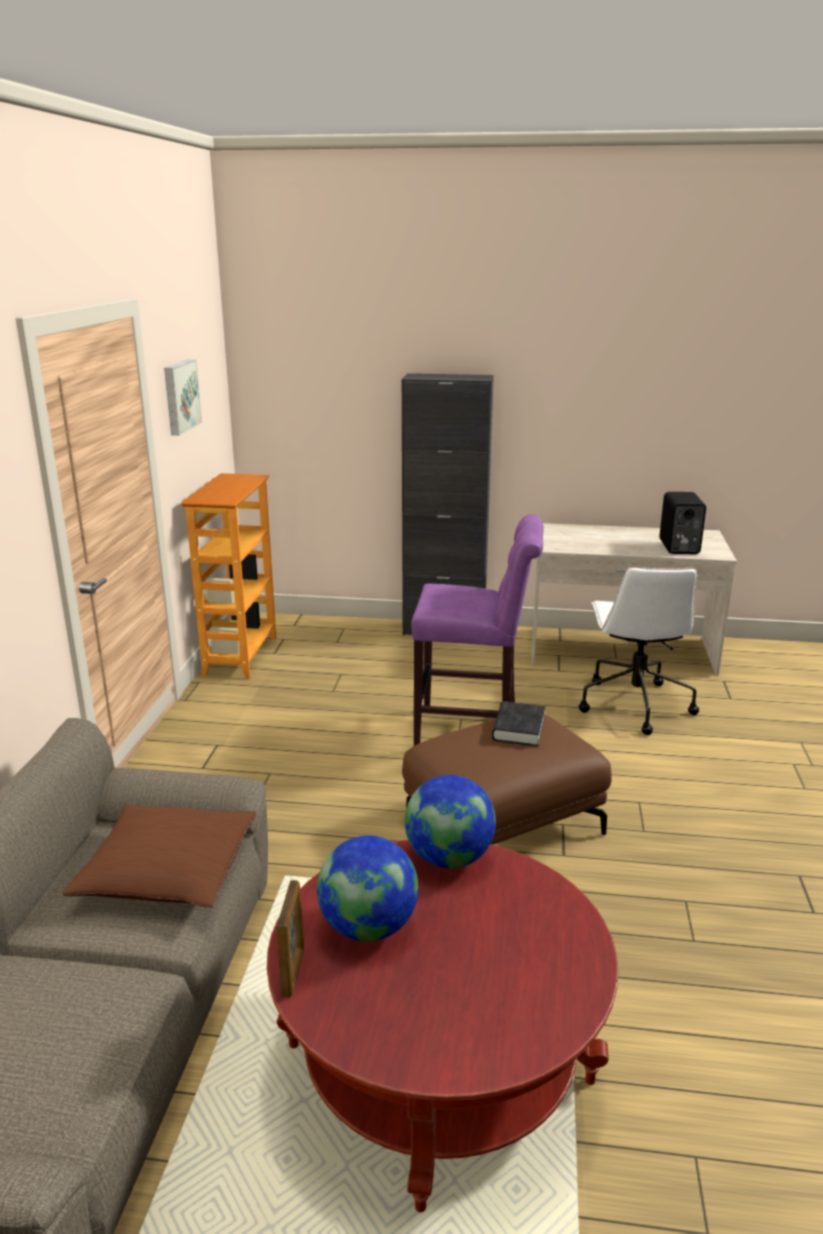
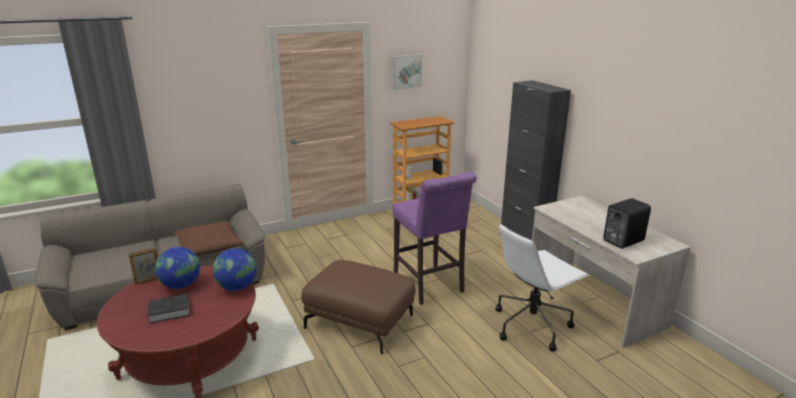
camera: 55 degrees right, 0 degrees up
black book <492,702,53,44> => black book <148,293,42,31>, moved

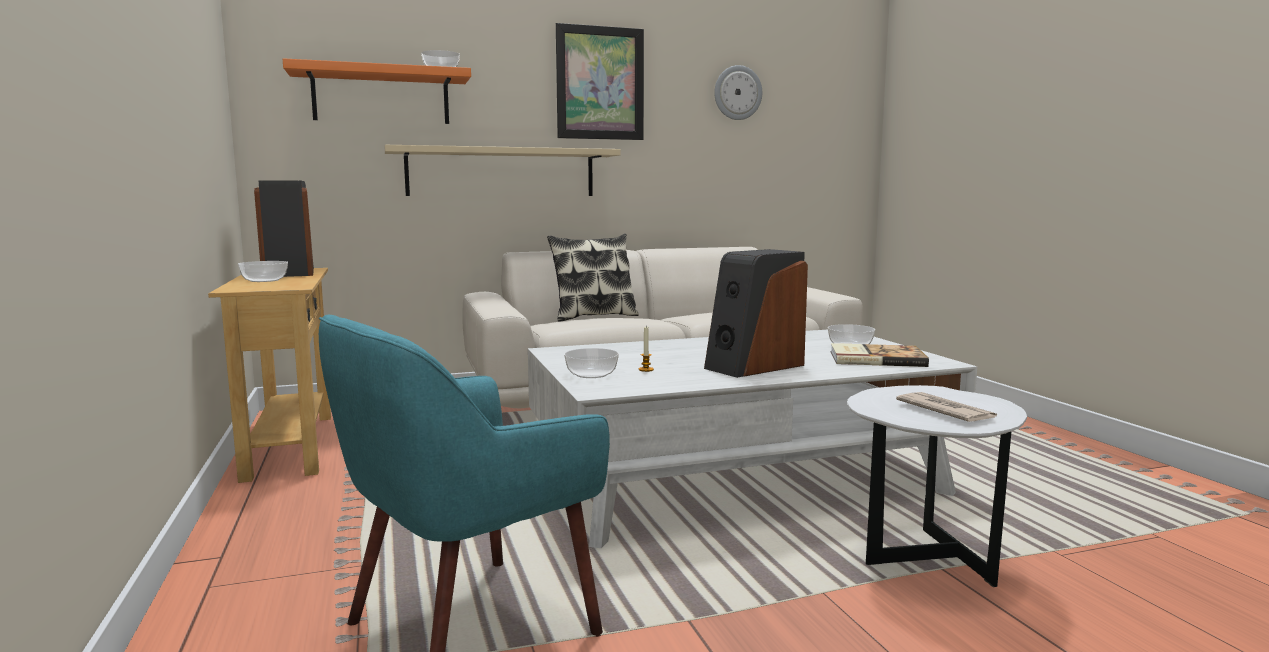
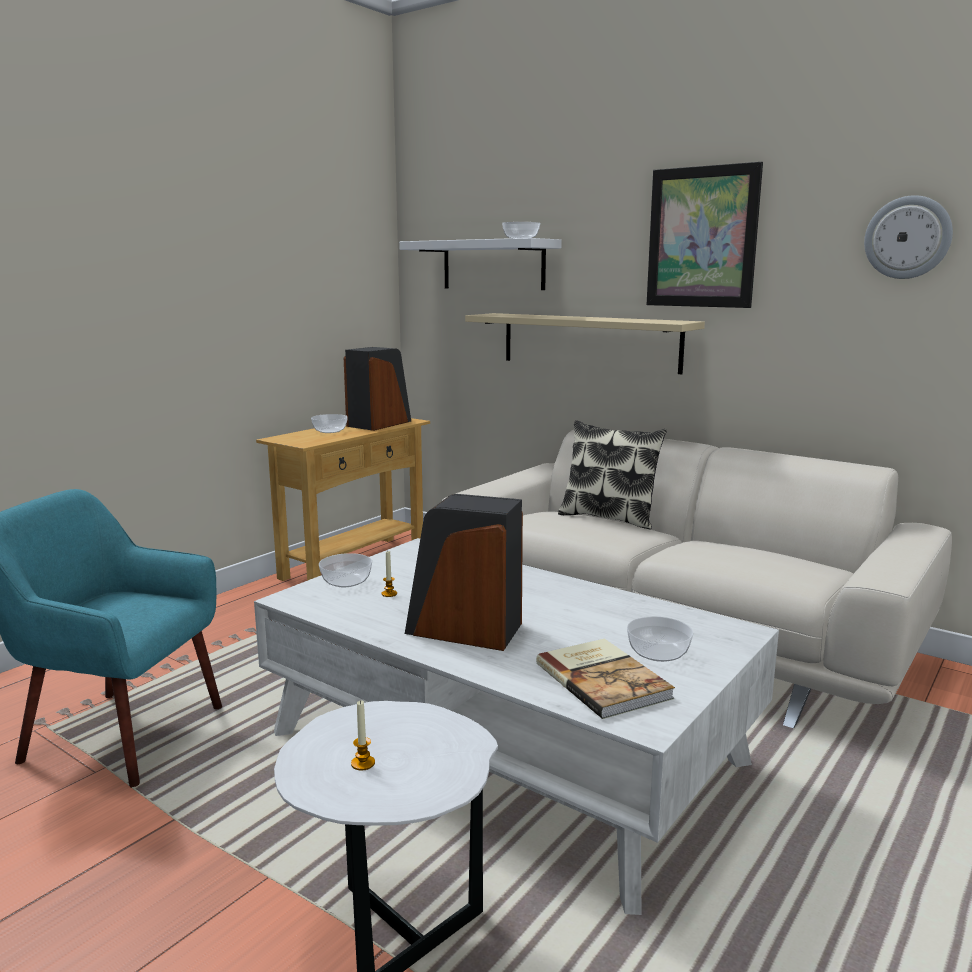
camera: 55 degrees right, 5 degrees up
orange shelf <283,58,188,66> => white shelf <399,238,163,52>
newspaper <896,392,102,30> => candle <351,700,24,70>

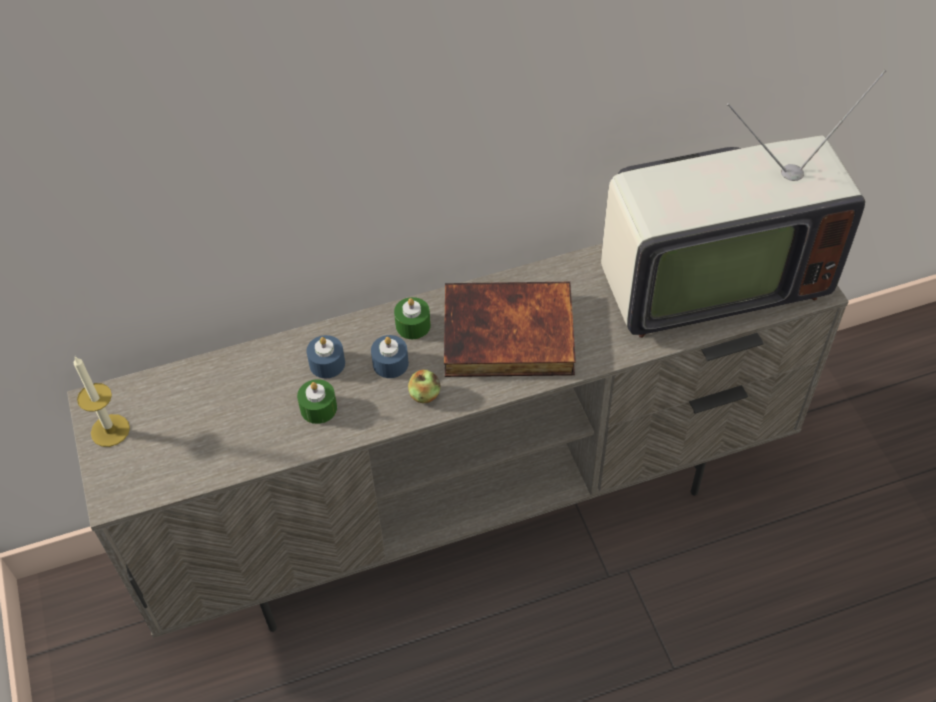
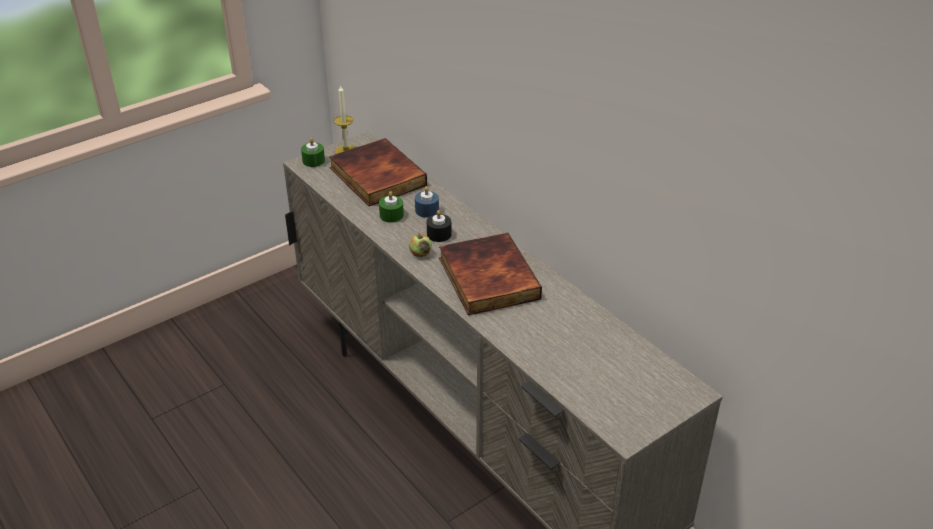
camera: 70 degrees right, 15 degrees down
blue candle <371,335,38,43> => black candle <427,210,25,32>
green candle <394,297,37,42> => green candle <301,138,24,29>, moved
television <601,70,285,268> => nothing
nothing => book <329,138,98,68>

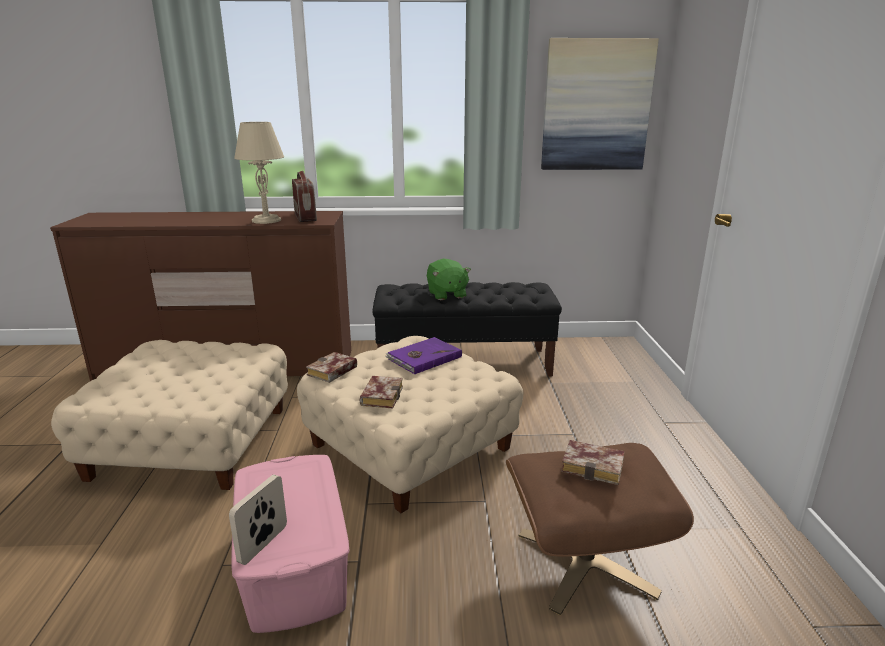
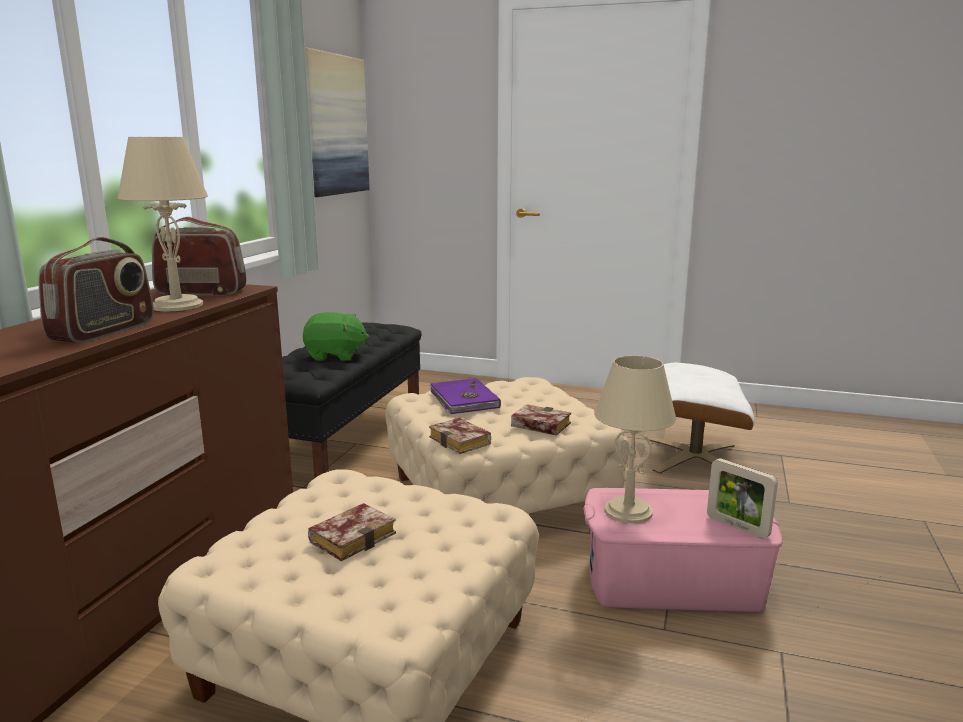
camera: 70 degrees left, 5 degrees down
brown ottoman <506,443,188,172> => white ottoman <649,363,106,111>
book <561,440,64,45> => book <308,503,88,58>, moved
nothing => radio <38,237,116,106>
nothing => beige table lamp <594,355,82,168>

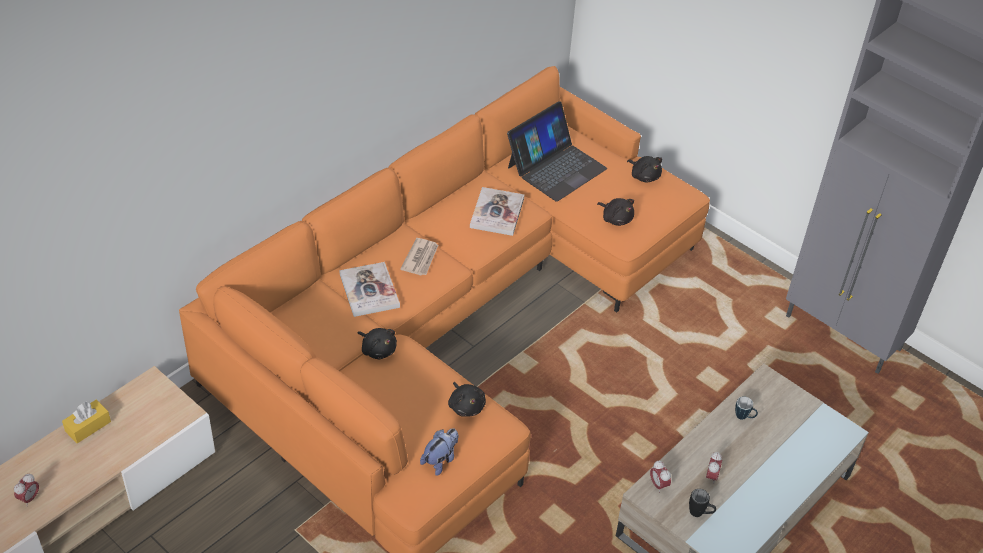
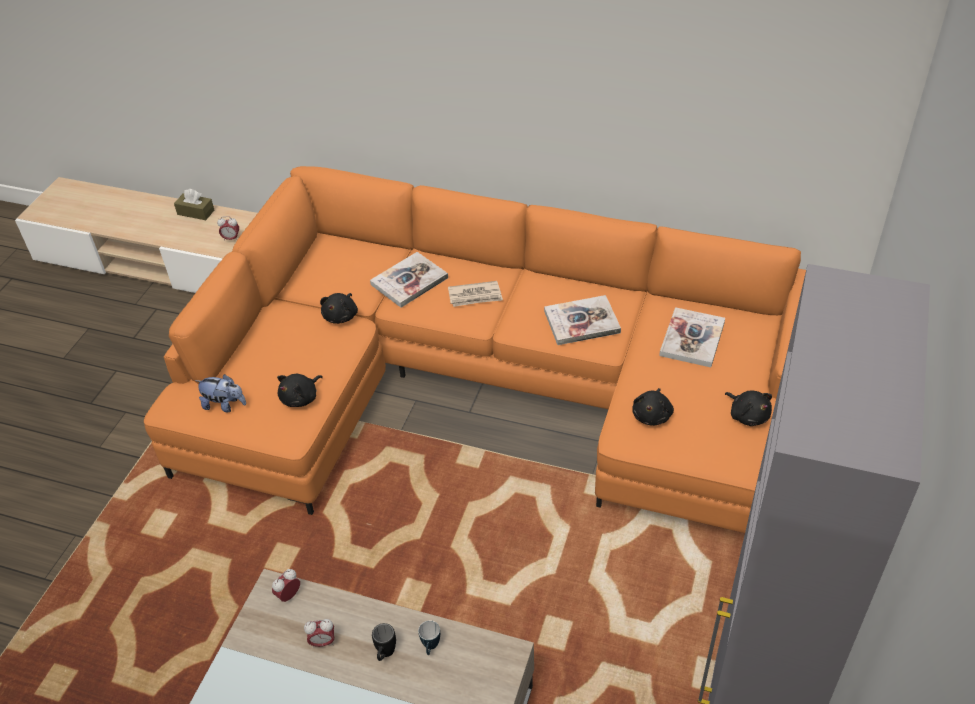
camera: 70 degrees right, 0 degrees up
alarm clock <14,473,25,31> => alarm clock <217,216,22,25>, moved
yellow tissue box <62,400,49,43> => brown tissue box <174,189,40,31>
laptop <507,101,100,101> => book <659,307,66,60>
black plush toy <627,156,35,26> => black plush toy <725,391,47,35>, 60 degrees counterclockwise
black mug <689,489,27,28> => black mug <372,623,24,38>, moved

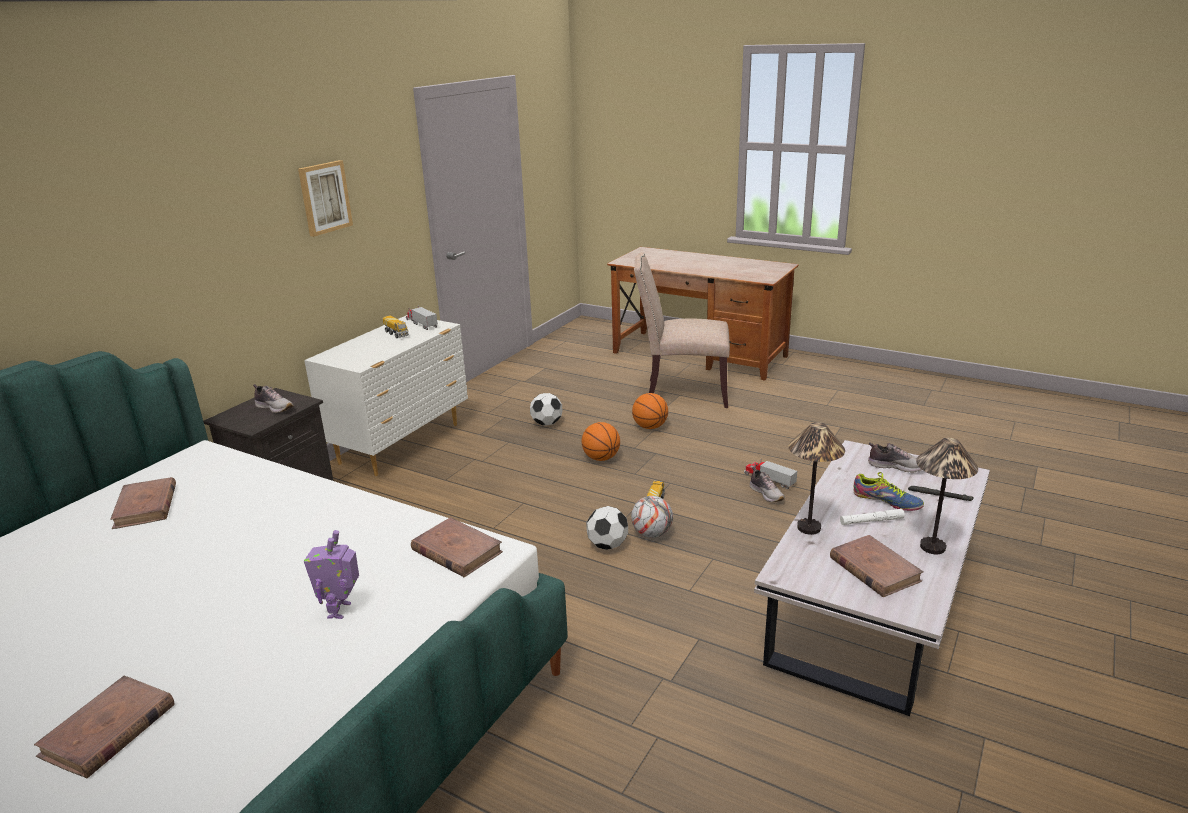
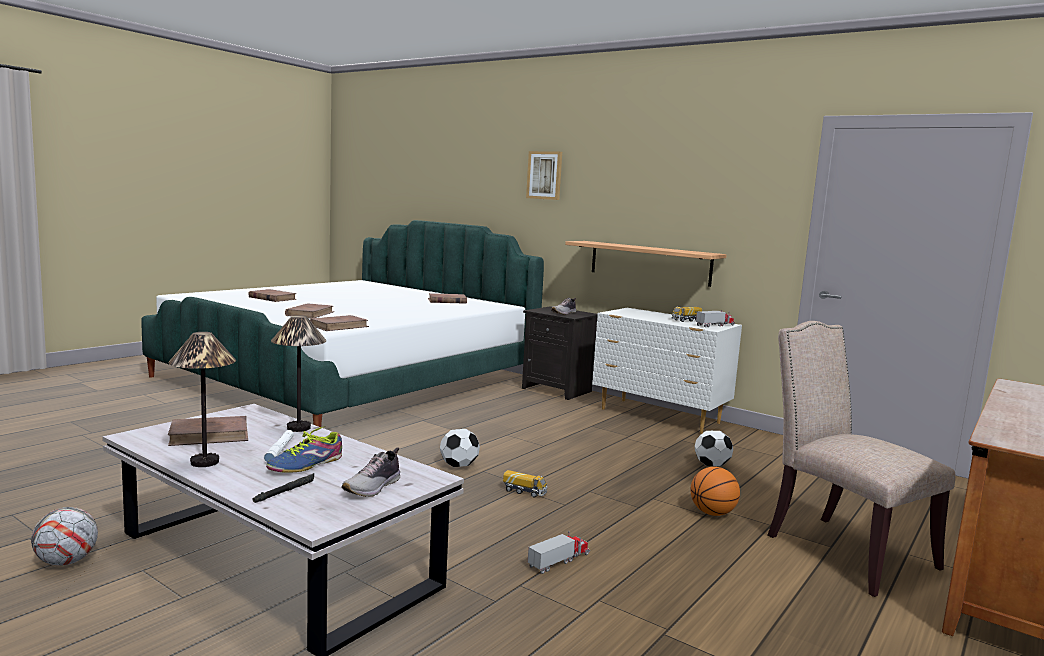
camera: 95 degrees right, 15 degrees down
picture <298,160,55,77> => picture <526,151,36,49>, moved
toy robot <304,530,55,89> => brown book <285,303,49,15>
basketball <582,422,38,39> => nothing
football <631,496,42,42> => football <31,507,67,59>, moved
beige chair <634,252,96,156> => beige chair <767,321,189,276>, 45 degrees counterclockwise
shoe <750,467,35,35> => nothing
nothing => shelf <565,241,162,46>

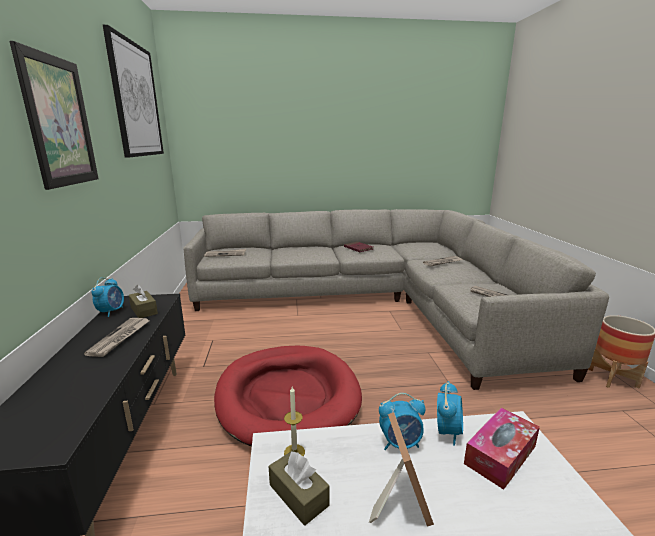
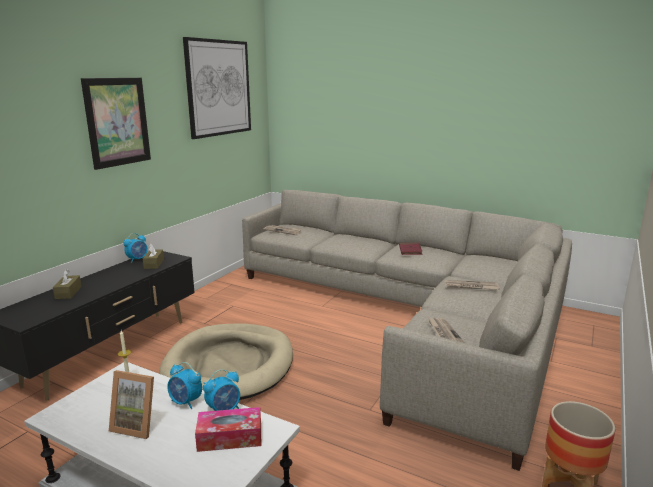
camera: 35 degrees right, 0 degrees up
newspaper <84,318,66,39> => nothing
red dog bed <214,346,148,100> => beige dog bed <159,323,134,77>
brown tissue box <269,450,61,76> => brown tissue box <53,269,29,30>, moved
picture frame <369,412,65,115> => picture frame <109,370,45,69>, 75 degrees clockwise

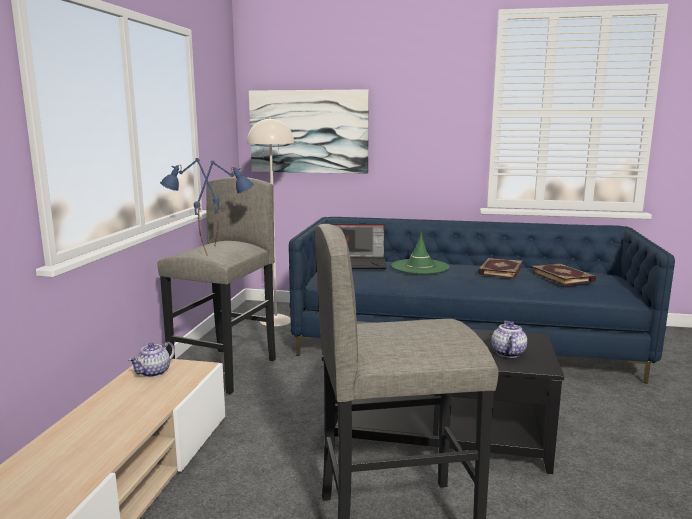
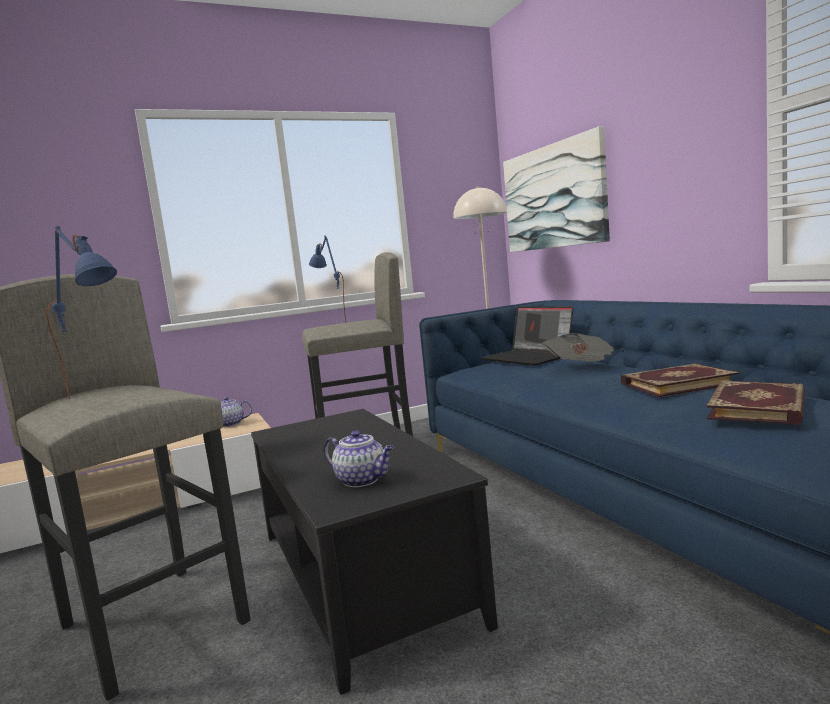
camera: 55 degrees right, 5 degrees down
blue table lamp <194,160,60,96> => blue table lamp <46,226,71,173>, moved
green hat <392,233,58,41> => newspaper <542,333,73,28>
teapot <491,321,36,37> => teapot <323,430,71,57>, 60 degrees clockwise

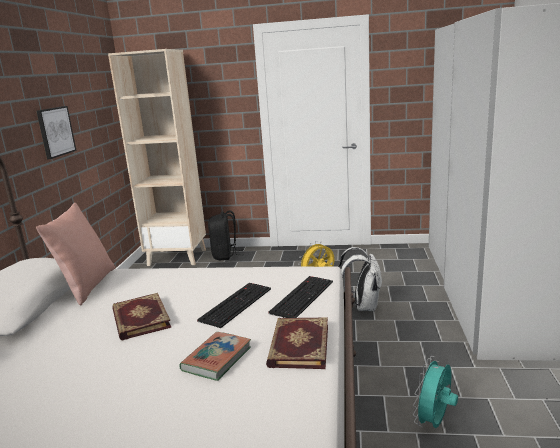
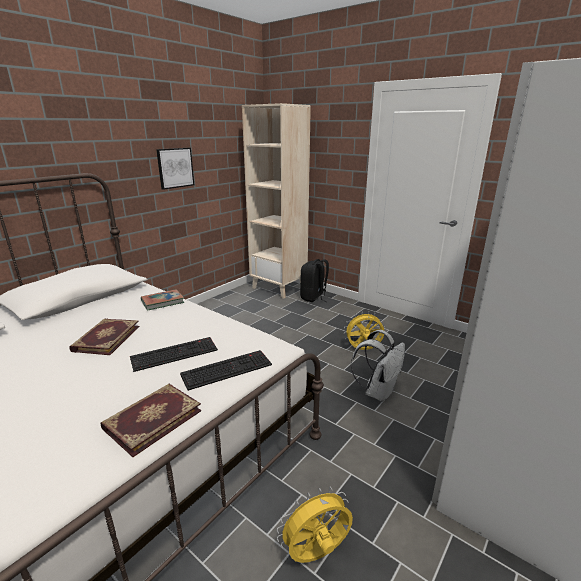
camera: 30 degrees right, 5 degrees up
pink pillow <36,203,79,103> => nothing
book <179,332,72,49> => book <141,289,43,22>, moved
turquoise fan <413,356,45,72> => yellow fan <277,486,76,77>

